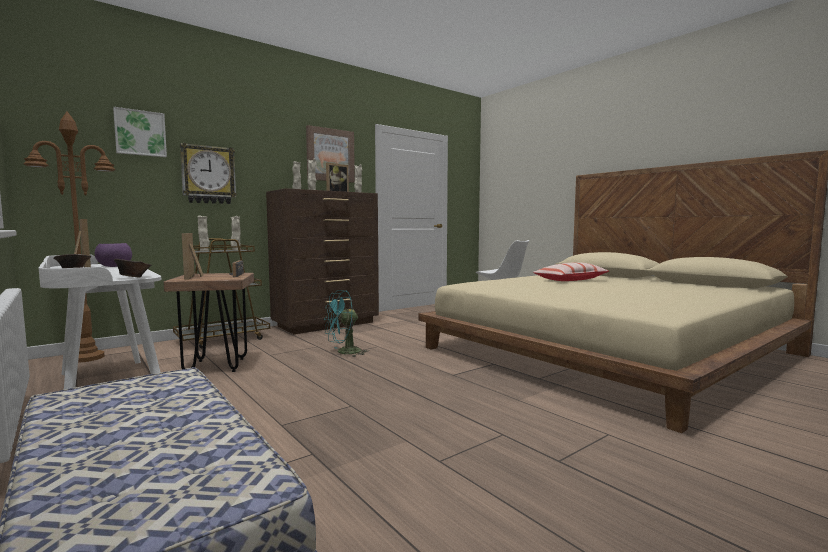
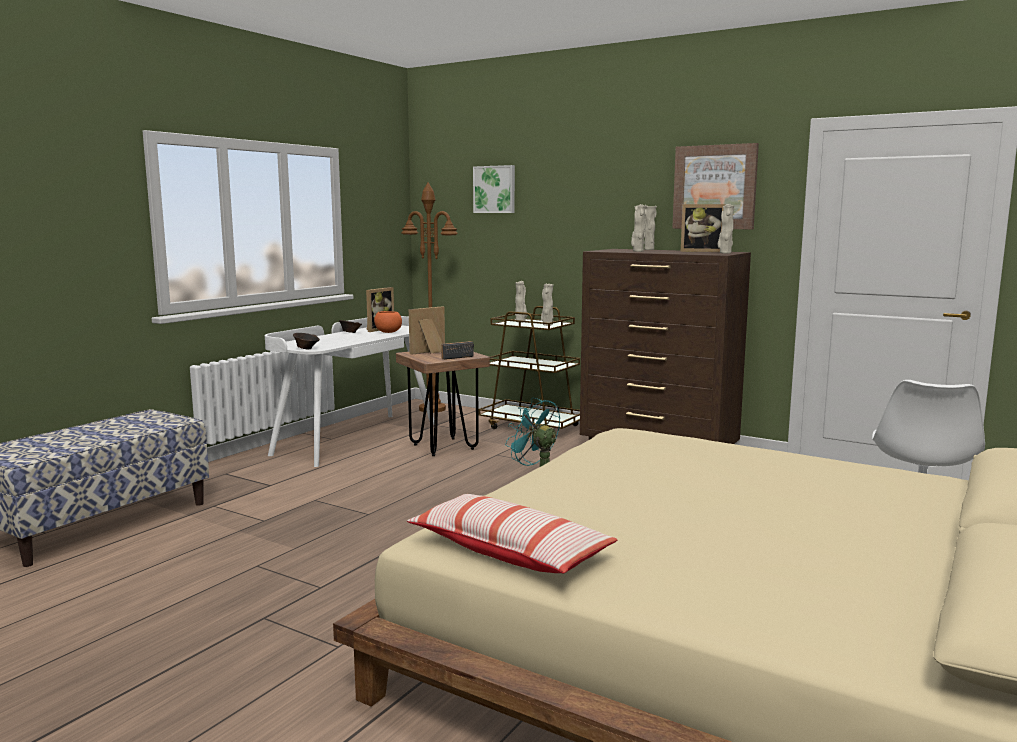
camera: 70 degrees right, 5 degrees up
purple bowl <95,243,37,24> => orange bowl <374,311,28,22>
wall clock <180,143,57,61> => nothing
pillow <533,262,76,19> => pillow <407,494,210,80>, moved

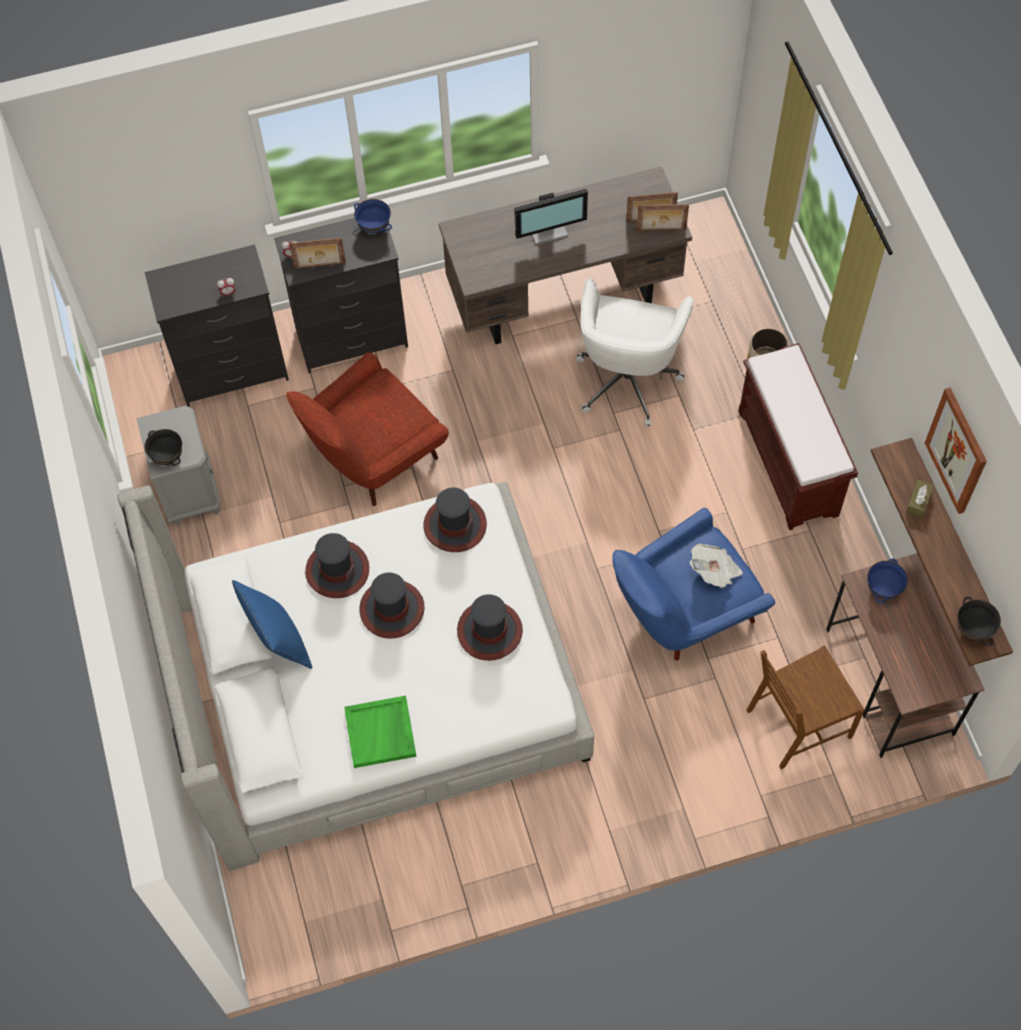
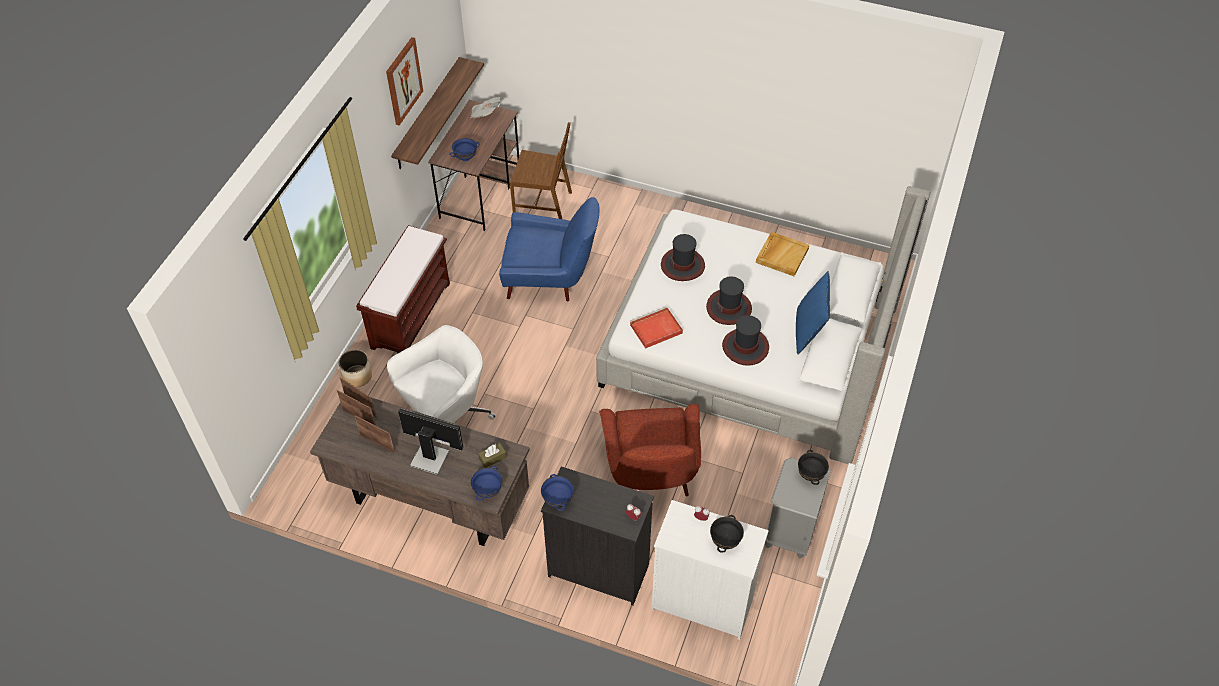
camera: 145 degrees left, 10 degrees down
black dresser <145,245,144,162> => white dresser <651,500,118,140>
red armchair <286,352,163,154> => red armchair <599,404,102,92>, 90 degrees clockwise
picture frame <289,237,57,32> => picture frame <355,415,40,38>, moved
green tray <344,696,73,72> => beige tray <756,232,53,44>
hat <423,488,64,64> => red tray <630,306,53,42>
newspaper <689,543,53,45> => newspaper <470,97,31,21>, moved
brown tissue box <906,480,28,38> => brown tissue box <478,443,29,25>, moved
black bowl <958,597,43,49> => black bowl <710,515,34,38>, moved
nothing => blue bowl <471,467,31,34>

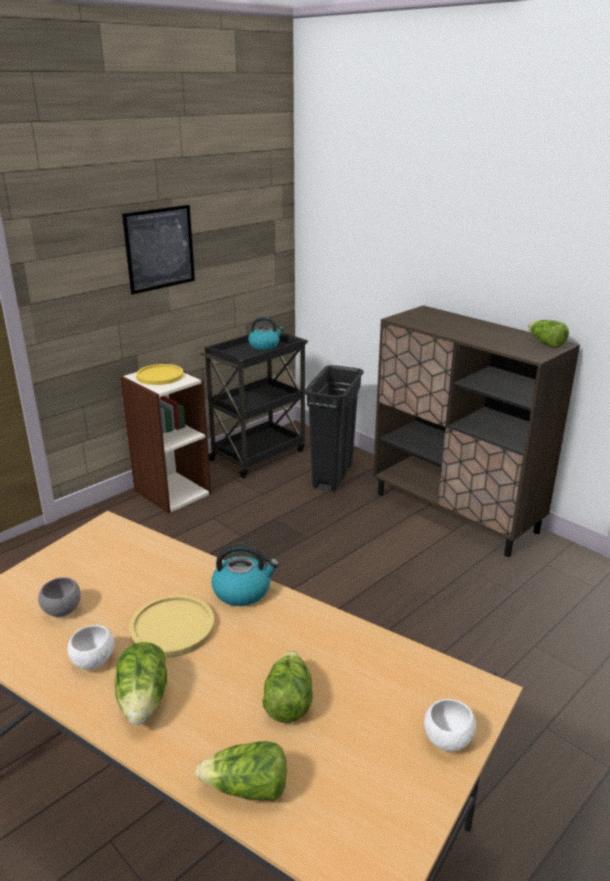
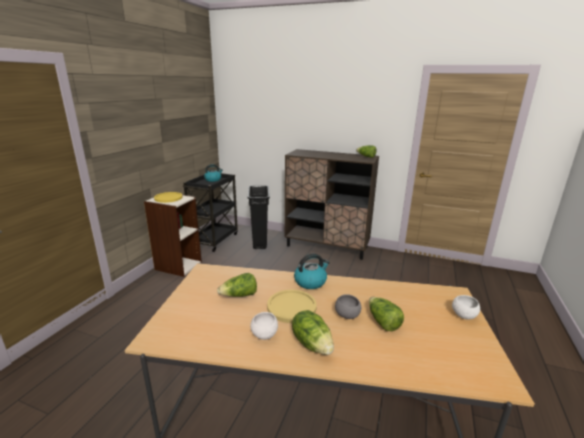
camera: 25 degrees left, 5 degrees down
grey bowl <38,577,43,40> => grey bowl <335,294,26,25>, moved
picture <122,205,73,89> => nothing
lettuce <195,741,92,60> => lettuce <217,273,40,24>, moved

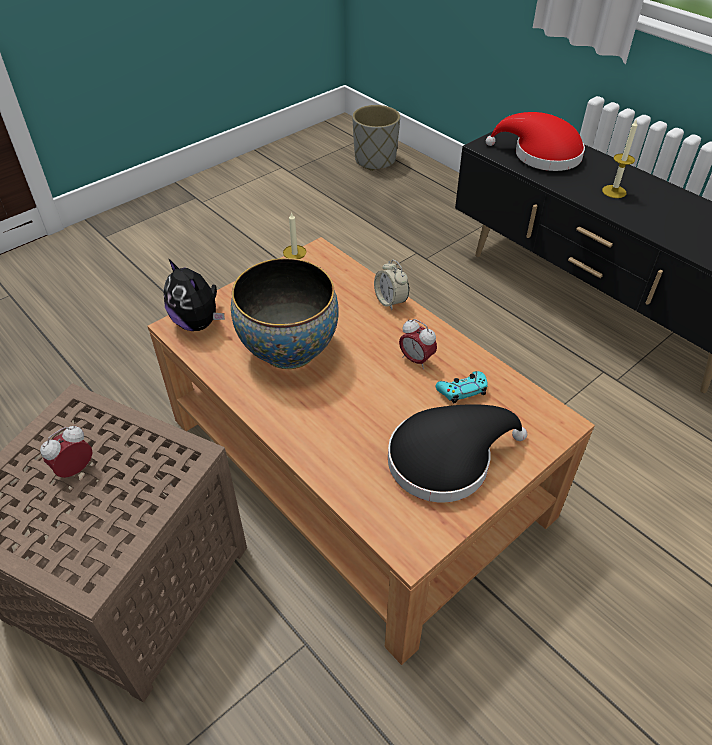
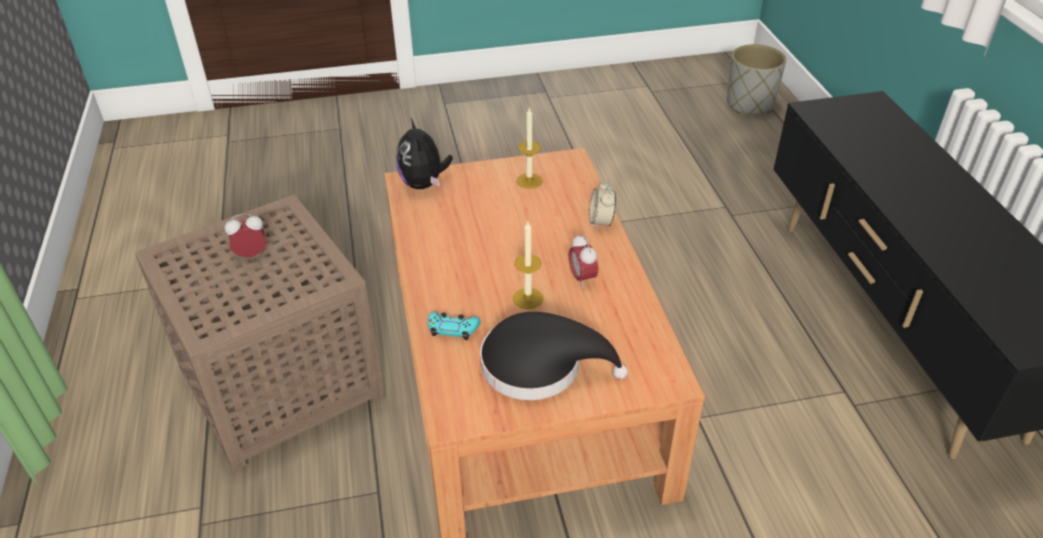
camera: 30 degrees right, 5 degrees down
bowl <231,258,108,111> => nothing
turquoise game controller <436,371,52,32> => turquoise game controller <428,312,53,28>, moved
red hat <486,112,99,59> => nothing
candle <602,119,35,79> => candle <513,221,30,88>, moved

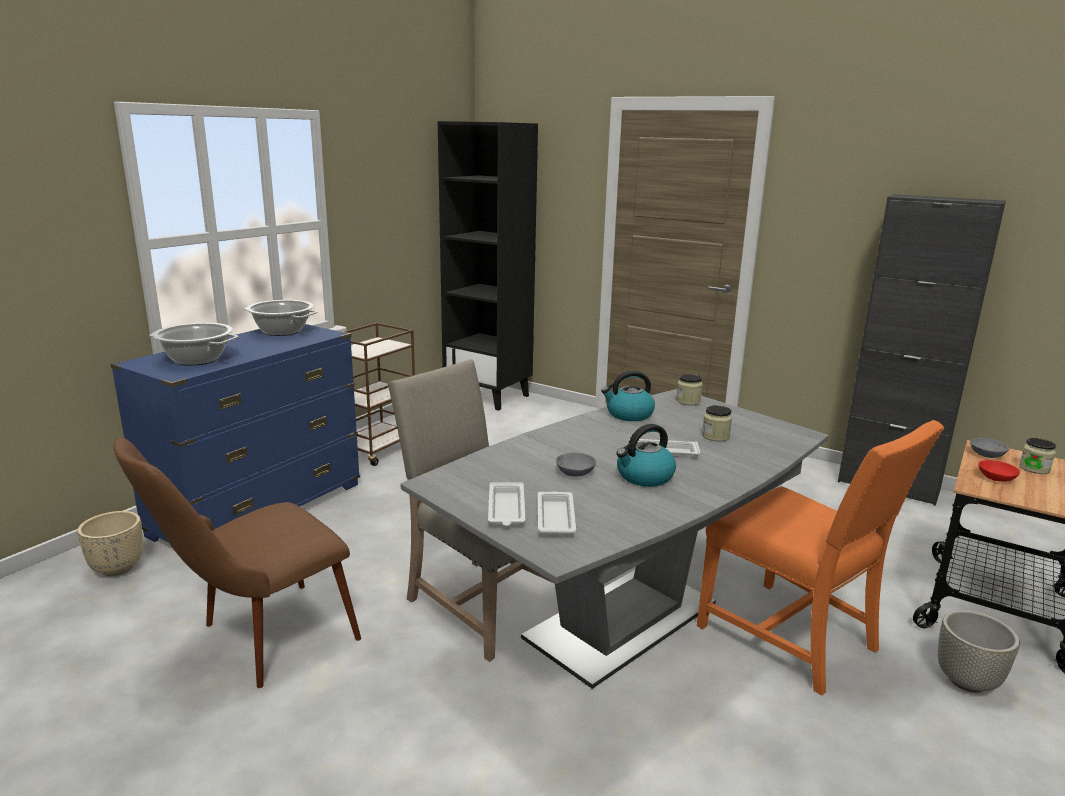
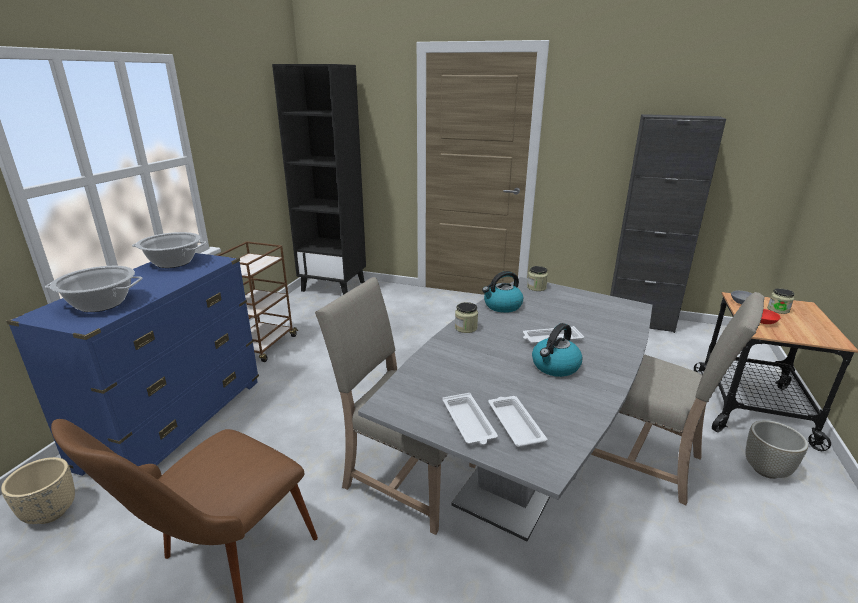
camera: 15 degrees left, 5 degrees up
grey bowl <556,453,40,24> => nothing
orange chair <697,420,247,276> => beige chair <591,292,174,213>
jar <702,405,30,37> => jar <455,302,23,31>, moved

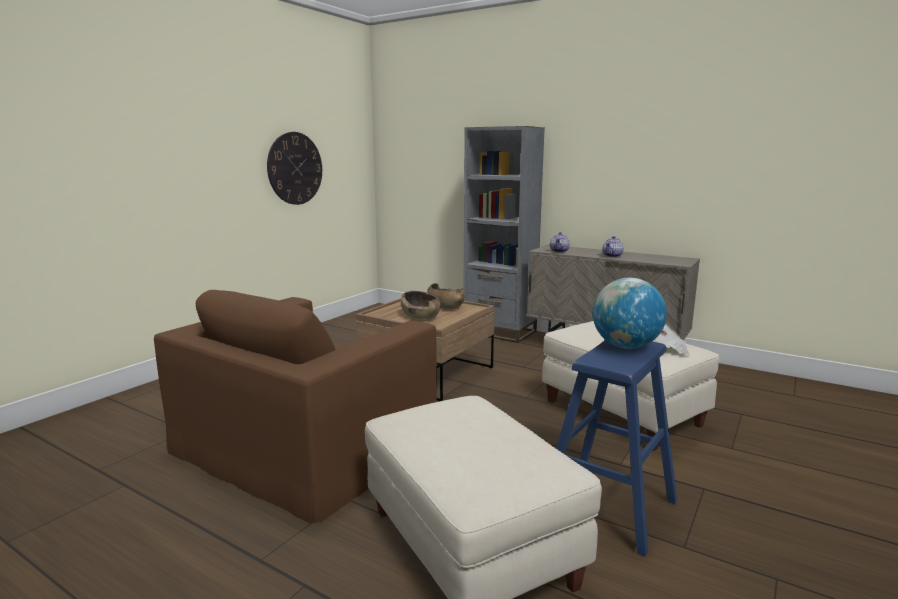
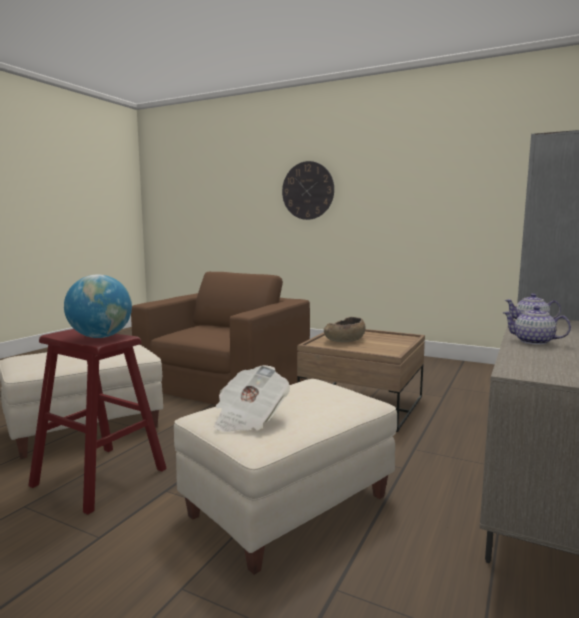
camera: 85 degrees right, 5 degrees down
brown armchair <154,290,283,234> => brown armchair <131,272,179,133>, 90 degrees clockwise
wall clock <267,132,55,73> => wall clock <282,161,52,59>, moved
brown bowl <427,283,38,26> => nothing
blue stool <556,340,122,217> => red stool <28,329,139,186>

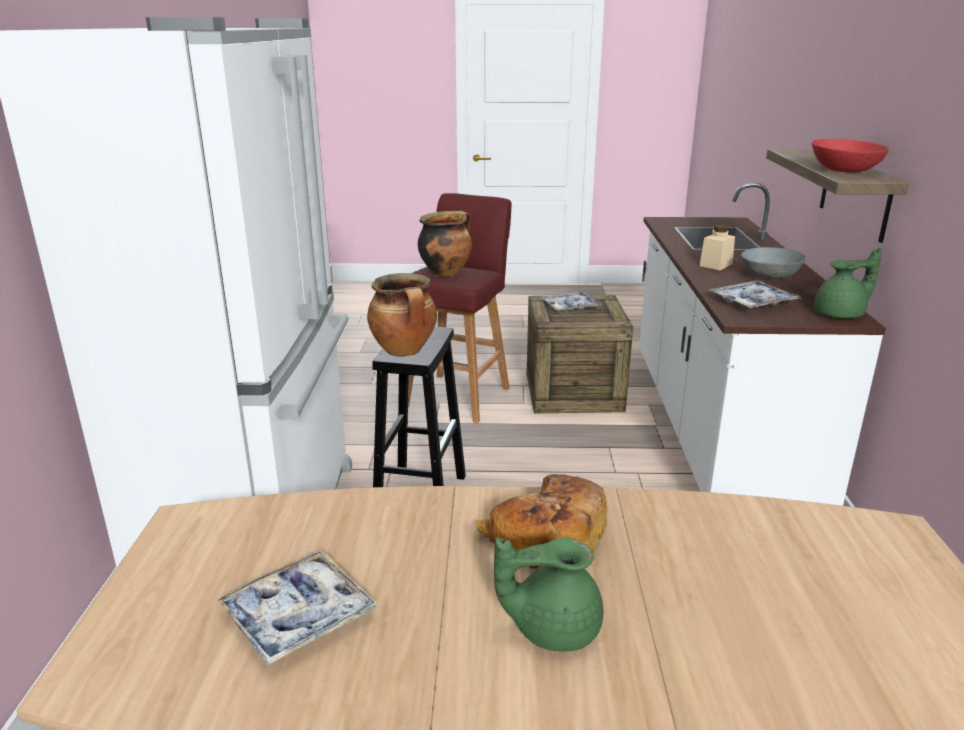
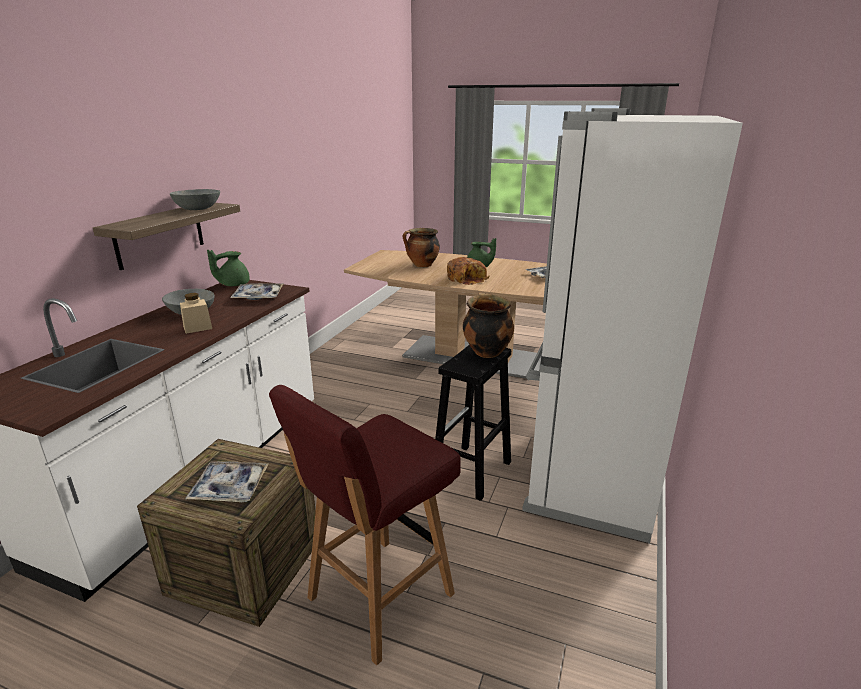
camera: 160 degrees left, 0 degrees up
cooking pot <418,211,54,66> => cooking pot <403,228,37,39>, moved
red bowl <812,139,77,33> => grey bowl <170,189,50,21>
green teapot <814,248,68,71> => green teapot <207,250,43,37>, 45 degrees counterclockwise

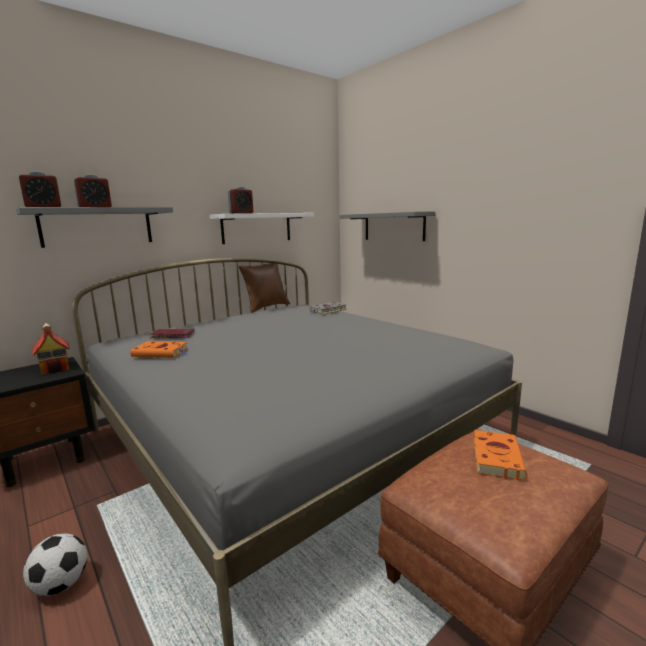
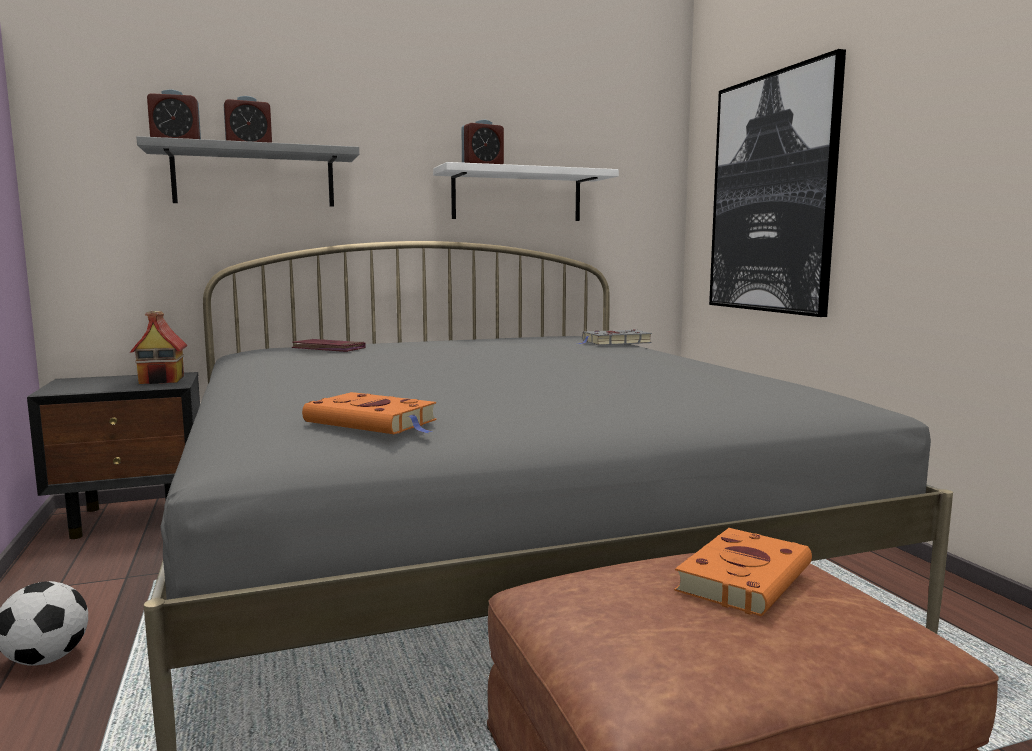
camera: 20 degrees right, 5 degrees down
orange book <130,341,58,17> => orange book <302,392,135,42>, moved
brown pillow <239,263,51,50> => nothing
grey shelf <339,211,96,30> => picture <709,49,137,268>

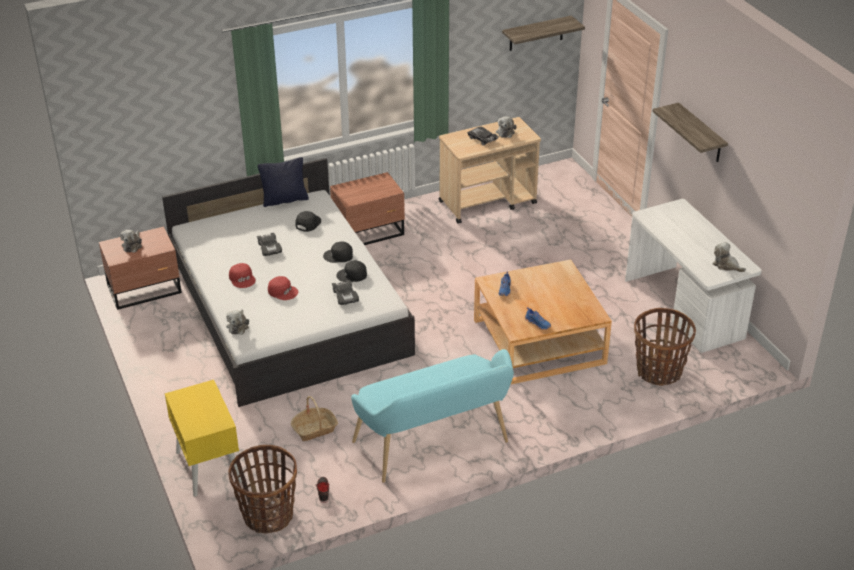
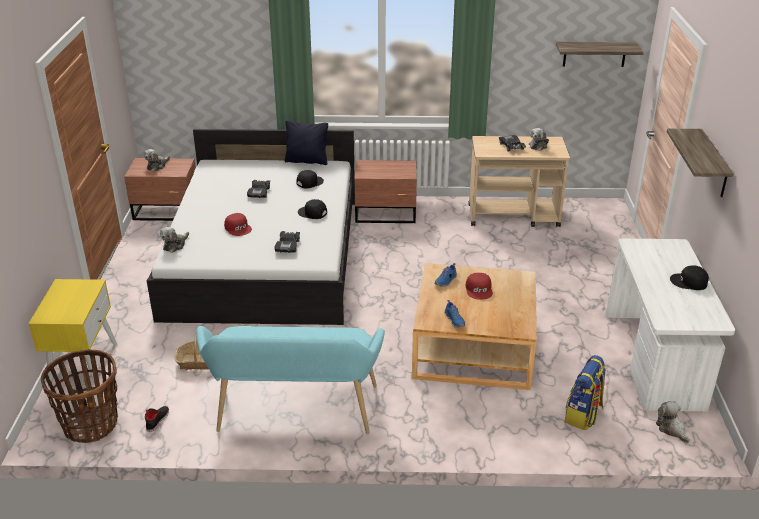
camera: 25 degrees right, 5 degrees down
red cap <229,263,27,25> => red cap <466,273,27,27>, moved
black cap <336,260,31,22> => black cap <670,265,39,25>, moved
basket <634,308,62,78> => backpack <565,355,41,75>
plush toy <713,242,33,30> => plush toy <656,401,34,42>, moved

